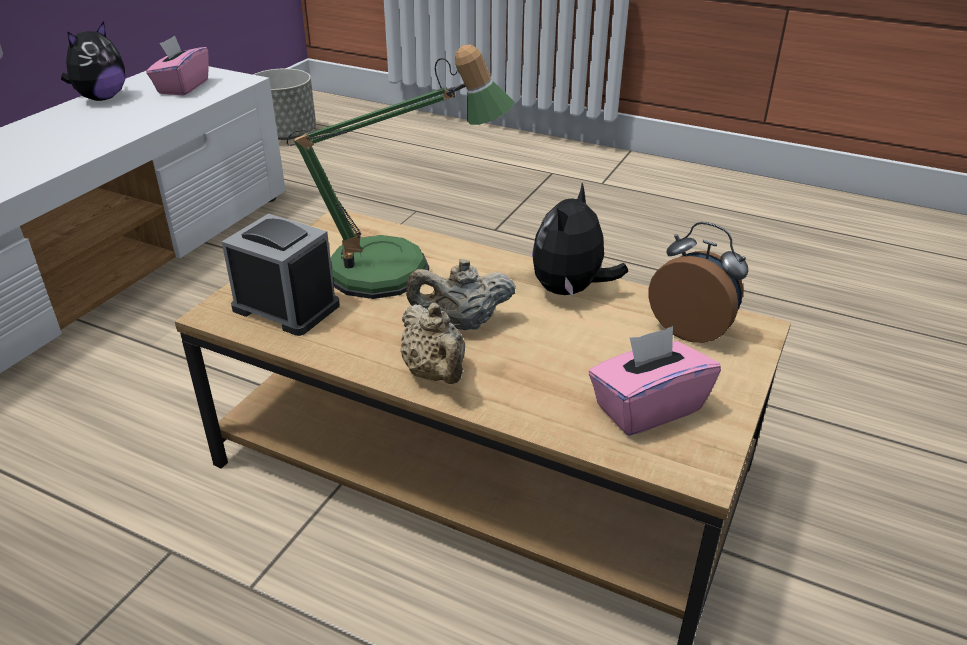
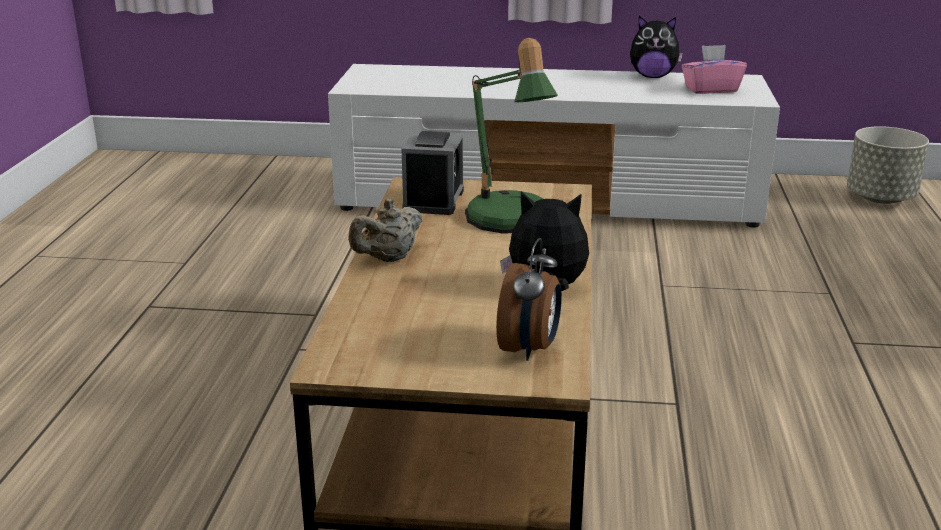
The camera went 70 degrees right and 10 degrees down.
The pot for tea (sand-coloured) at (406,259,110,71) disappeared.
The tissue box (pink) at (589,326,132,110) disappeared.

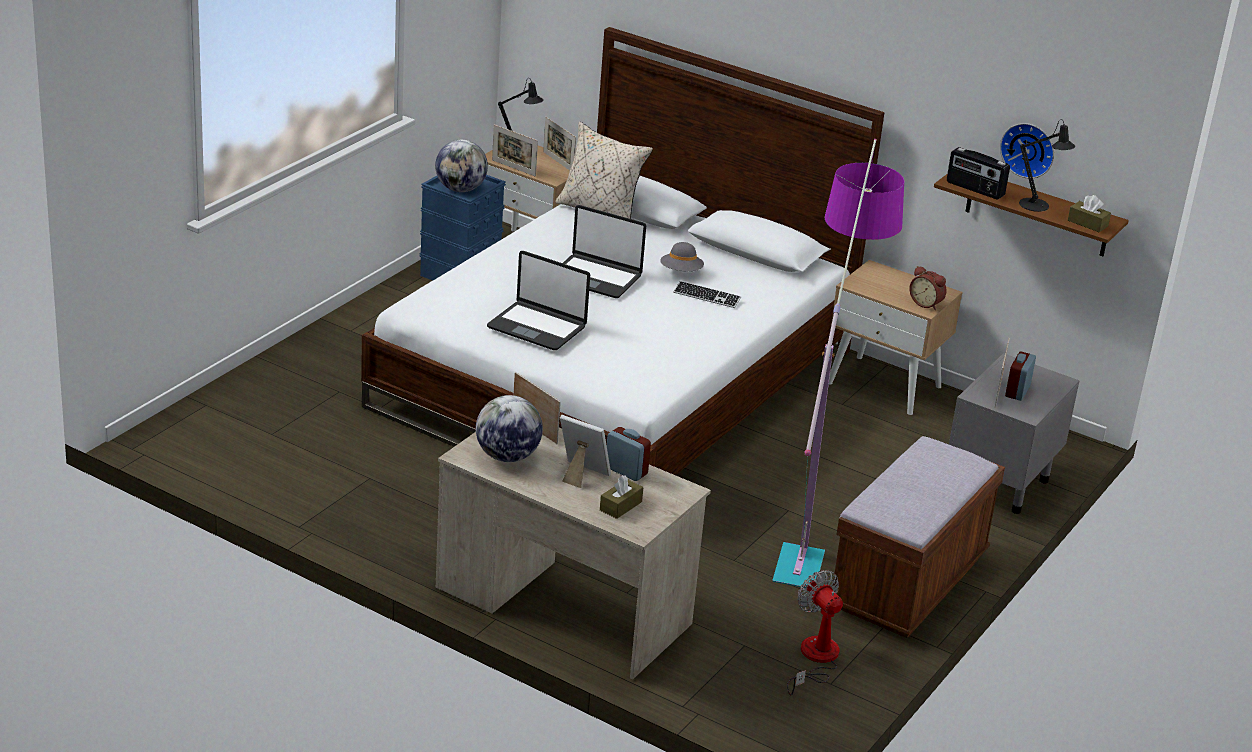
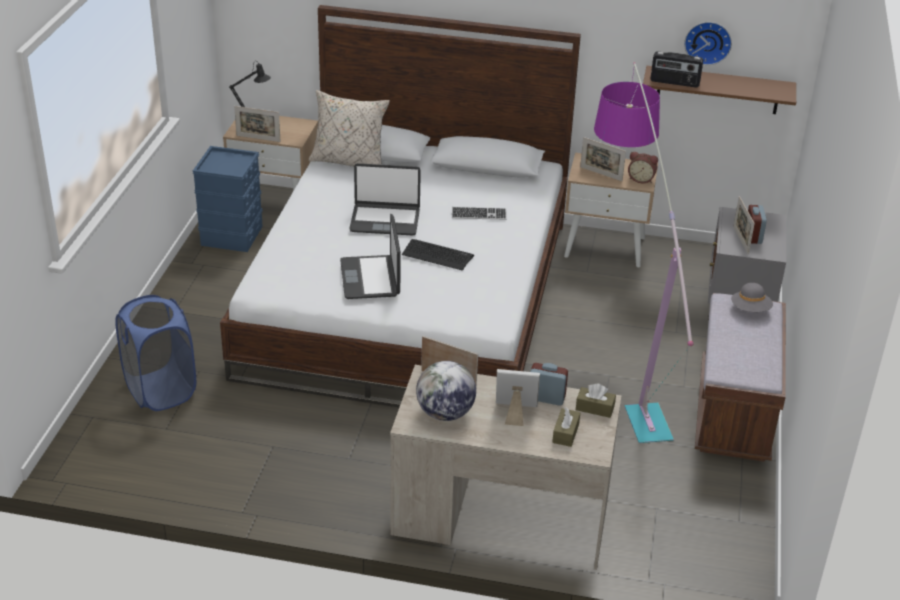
The camera went 20 degrees left and 5 degrees up.
The globe at (435,140,53,52) disappeared.
The fan at (787,570,56,125) disappeared.
The lamp for a table (blackish) at (1019,119,57,93) disappeared.
The laundry basket (blue) at (115,295,81,116) appeared.
The computer keyboard at (402,239,72,31) appeared.
The standing frame moved from (543,117,33,53) to (580,137,46,44).
The wearable hat (gray) moved from (660,242,44,29) to (731,283,42,29).
The tissue box (brownish) moved from (1068,195,43,37) to (576,384,40,34).
The laptop at (487,251,103,99) turned 75 degrees clockwise.

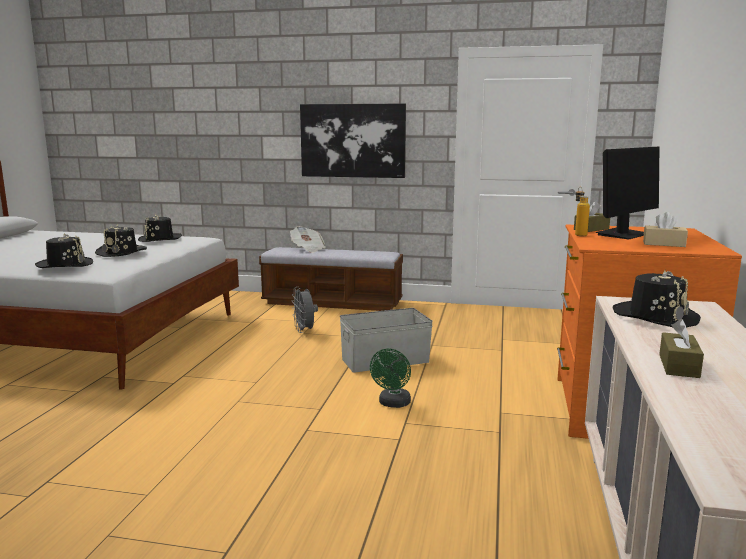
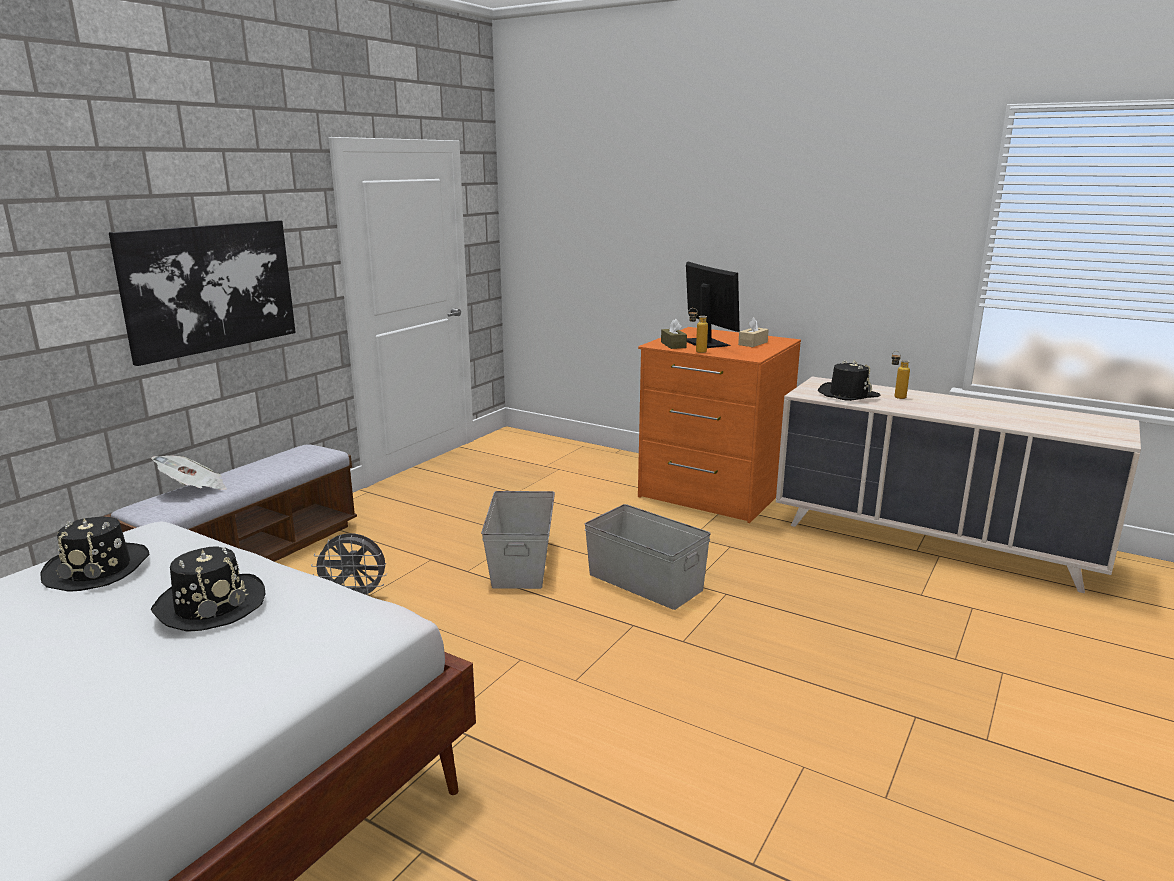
The camera went 70 degrees left and 5 degrees up.
The wearable hat (blackish) at (35,233,58,35) disappeared.
The tissue box (brownish) at (659,319,45,59) disappeared.
The beverage bottle at (892,351,18,48) appeared.
The fan (green) at (370,349,41,59) was replaced by the storage box (gray) at (585,504,126,106).

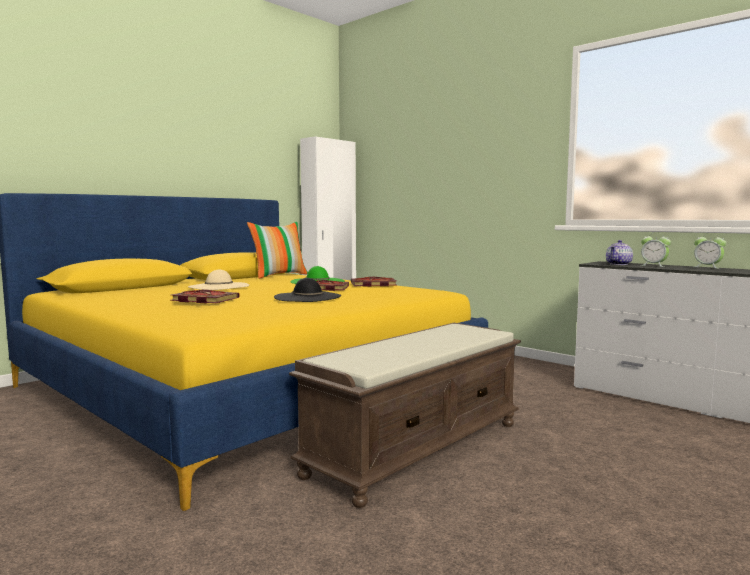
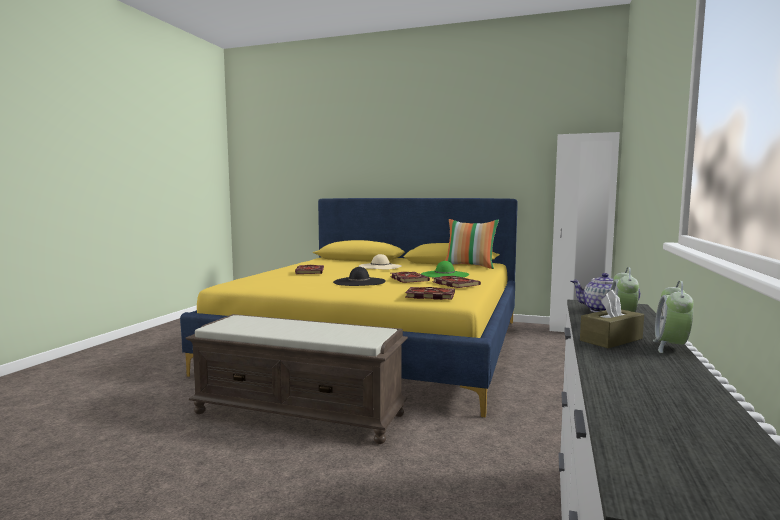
The camera went 65 degrees right and 0 degrees up.
The bound book at (405,287,50,13) appeared.
The tissue box (brownish) at (580,290,64,58) appeared.

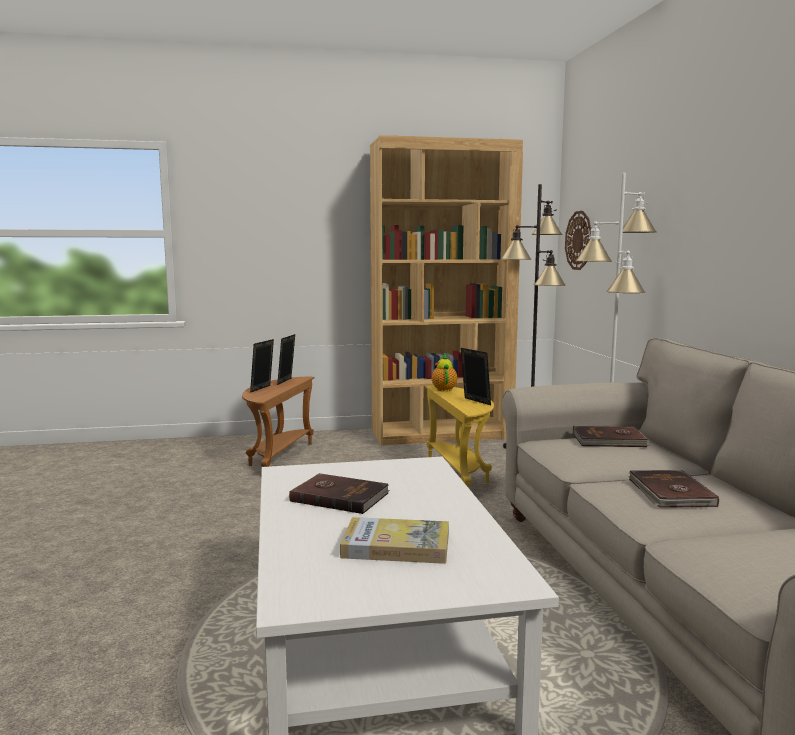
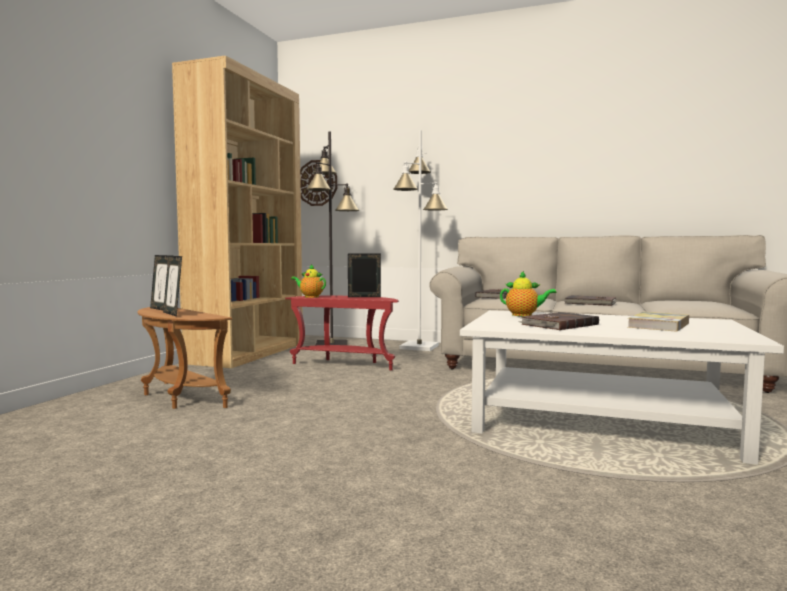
The camera went 60 degrees left and 5 degrees down.
The pot for tea at (500,271,56,45) appeared.
The accent table (yellow) at (425,385,69,103) became the accent table (reddish) at (285,296,114,74).

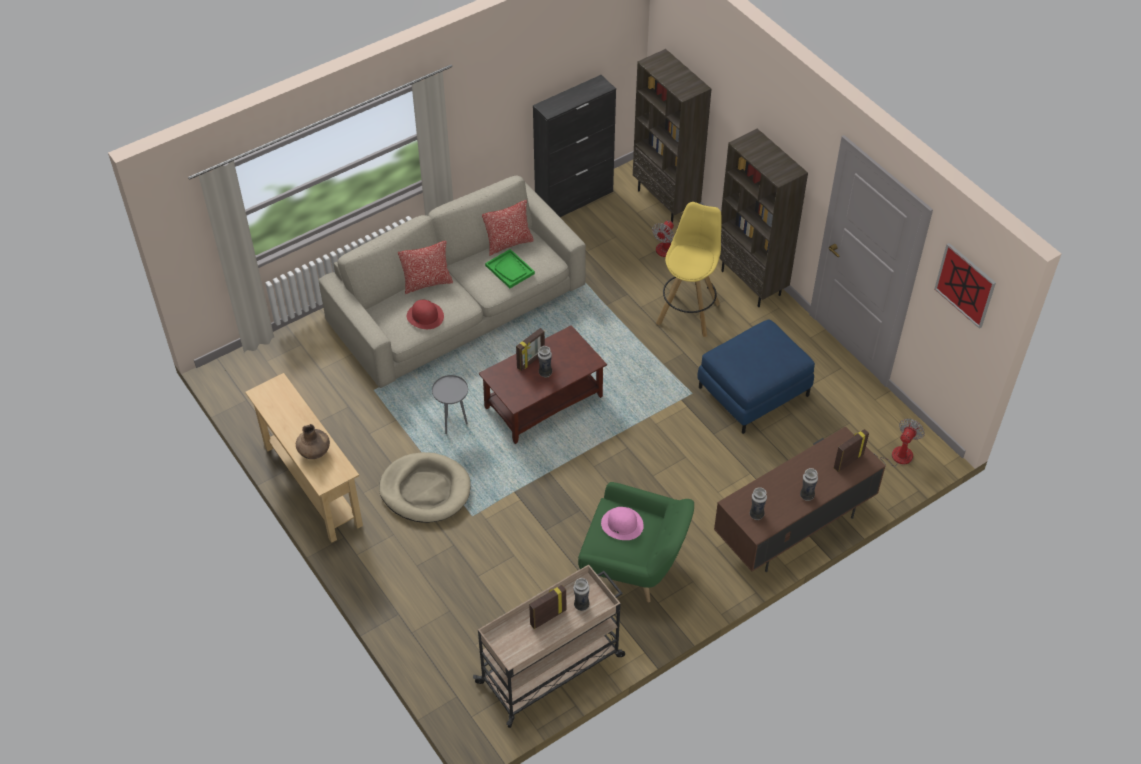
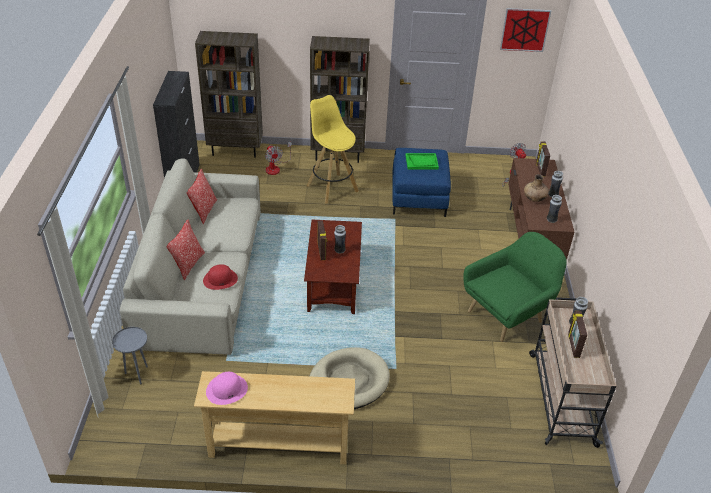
The camera went 55 degrees left and 10 degrees down.
The decorative vase (brownish) moved from (296,424,34,35) to (524,174,25,28).
The accent table (gray) moved from (432,375,36,59) to (112,327,36,57).
The serving tray (green) moved from (485,249,50,39) to (405,153,34,17).
The wearable hat (pink) moved from (601,507,43,33) to (206,372,42,33).

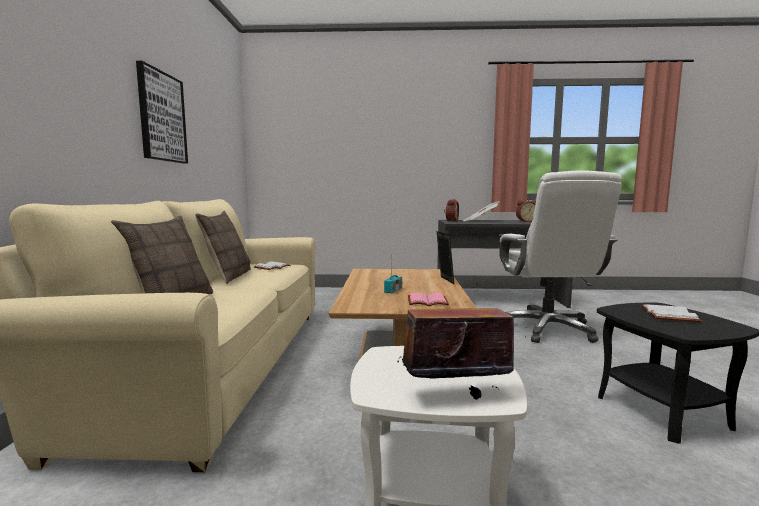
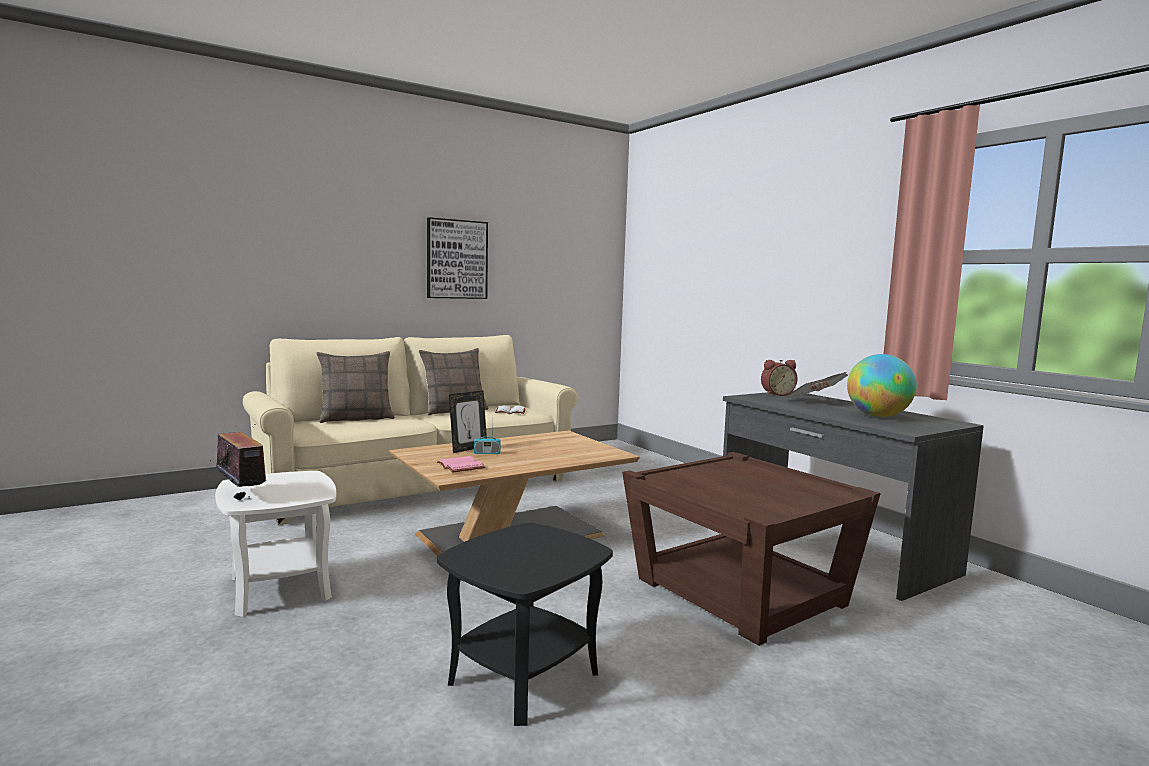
The camera went 55 degrees right and 0 degrees up.
The bound book (whitish) at (640,304,61,18) disappeared.
The standing frame moved from (437,231,17,53) to (449,390,38,63).
The desk chair (whitish) at (499,170,123,173) was replaced by the accent table (brownish) at (622,452,259,194).
The table clock at (516,199,20,23) was replaced by the globe at (847,354,70,63).

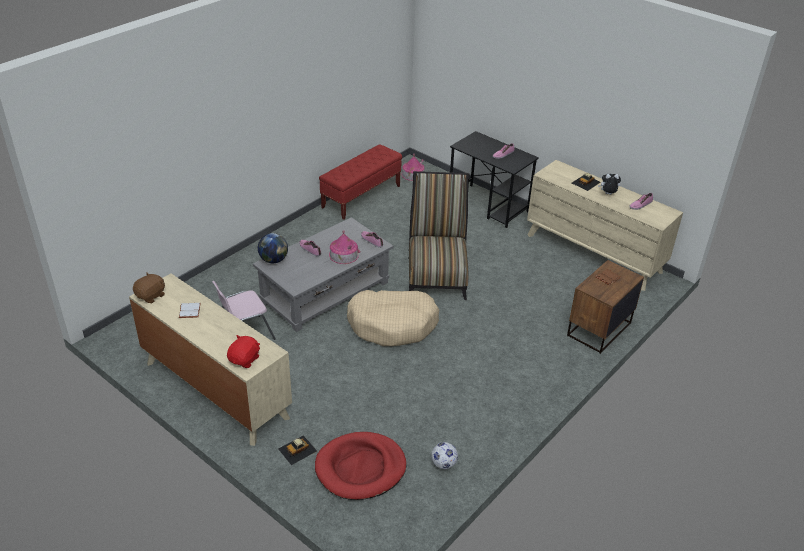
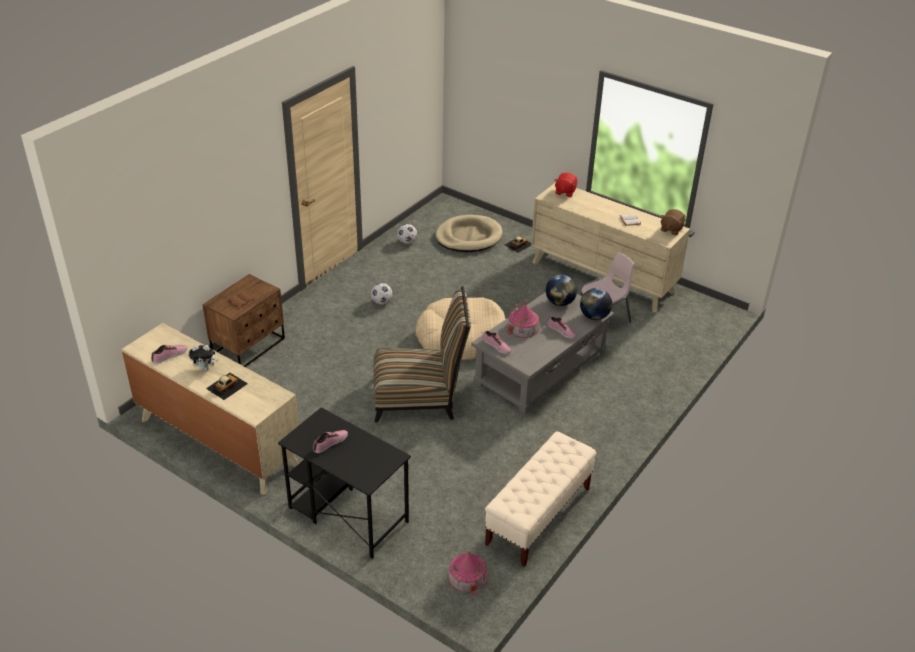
The camera went 175 degrees right and 0 degrees up.
The football ball at (371,283,21,22) appeared.
The globe at (546,274,31,32) appeared.
The dog cushion (reddish) at (315,432,92,68) became the dog cushion (sand-coloured) at (435,215,68,37).
The long seat (reddish) at (319,144,83,76) became the long seat (sand-coloured) at (485,431,111,136).
The chair at (408,171,61,129) turned 90 degrees counterclockwise.

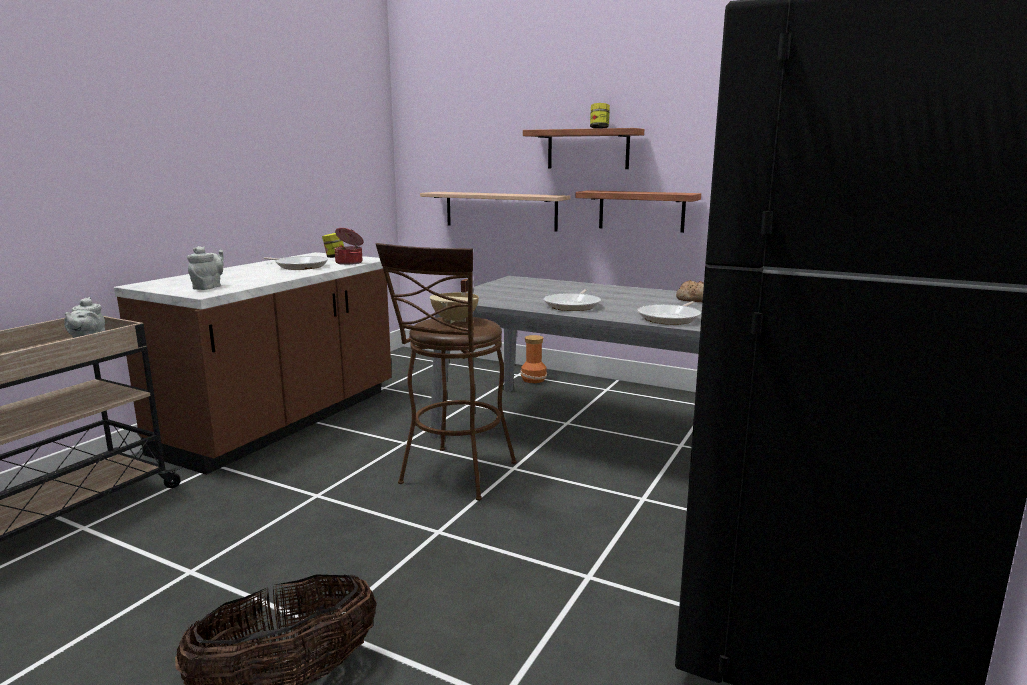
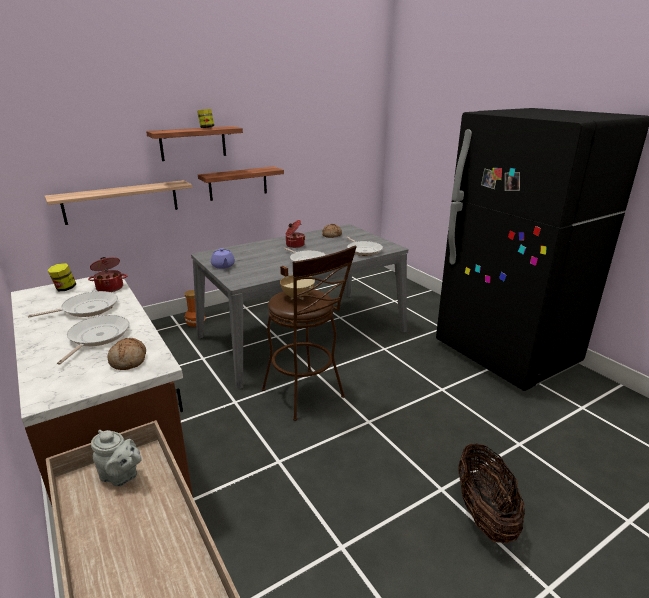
The camera went 60 degrees left and 10 degrees up.
The skillet at (57,315,72,50) appeared.
The pot for tea (purple-coloured) at (211,248,24,21) appeared.
The saucepot at (286,220,19,28) appeared.
The pot for tea (gray) at (187,246,37,44) was replaced by the baked bread at (108,338,38,32).

